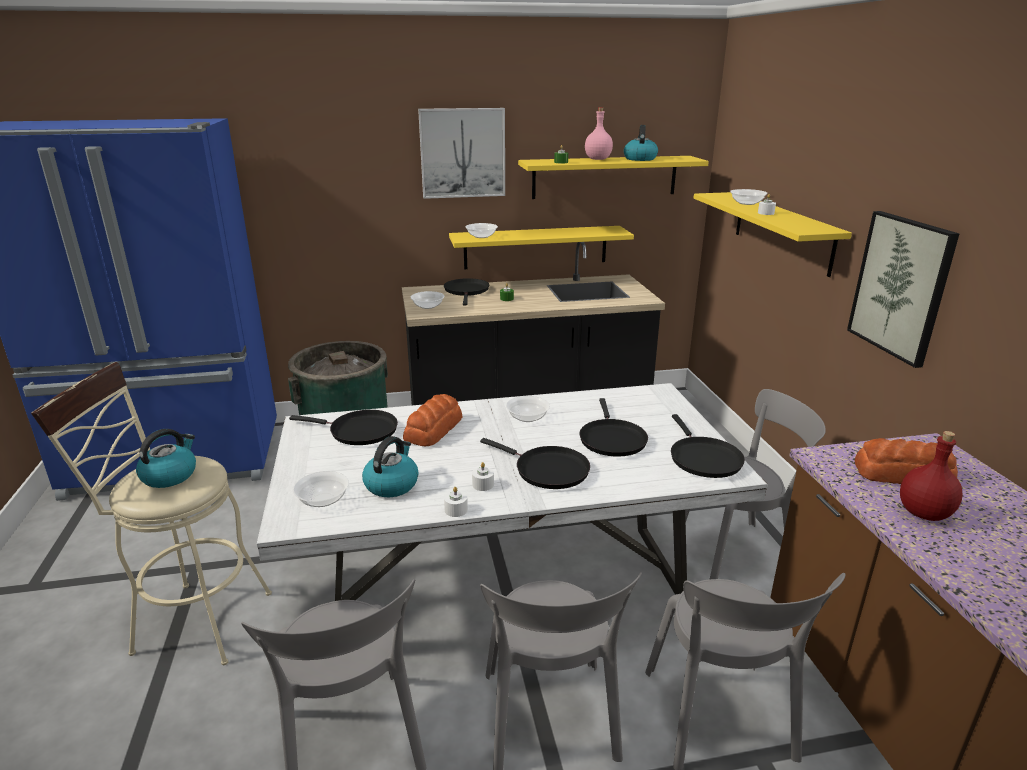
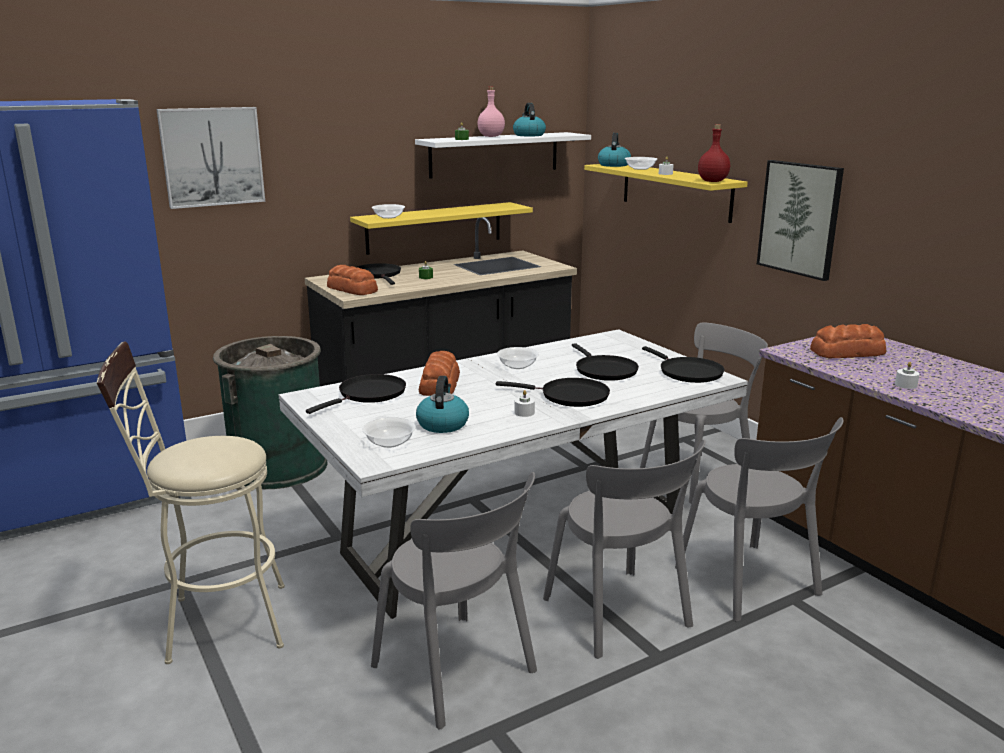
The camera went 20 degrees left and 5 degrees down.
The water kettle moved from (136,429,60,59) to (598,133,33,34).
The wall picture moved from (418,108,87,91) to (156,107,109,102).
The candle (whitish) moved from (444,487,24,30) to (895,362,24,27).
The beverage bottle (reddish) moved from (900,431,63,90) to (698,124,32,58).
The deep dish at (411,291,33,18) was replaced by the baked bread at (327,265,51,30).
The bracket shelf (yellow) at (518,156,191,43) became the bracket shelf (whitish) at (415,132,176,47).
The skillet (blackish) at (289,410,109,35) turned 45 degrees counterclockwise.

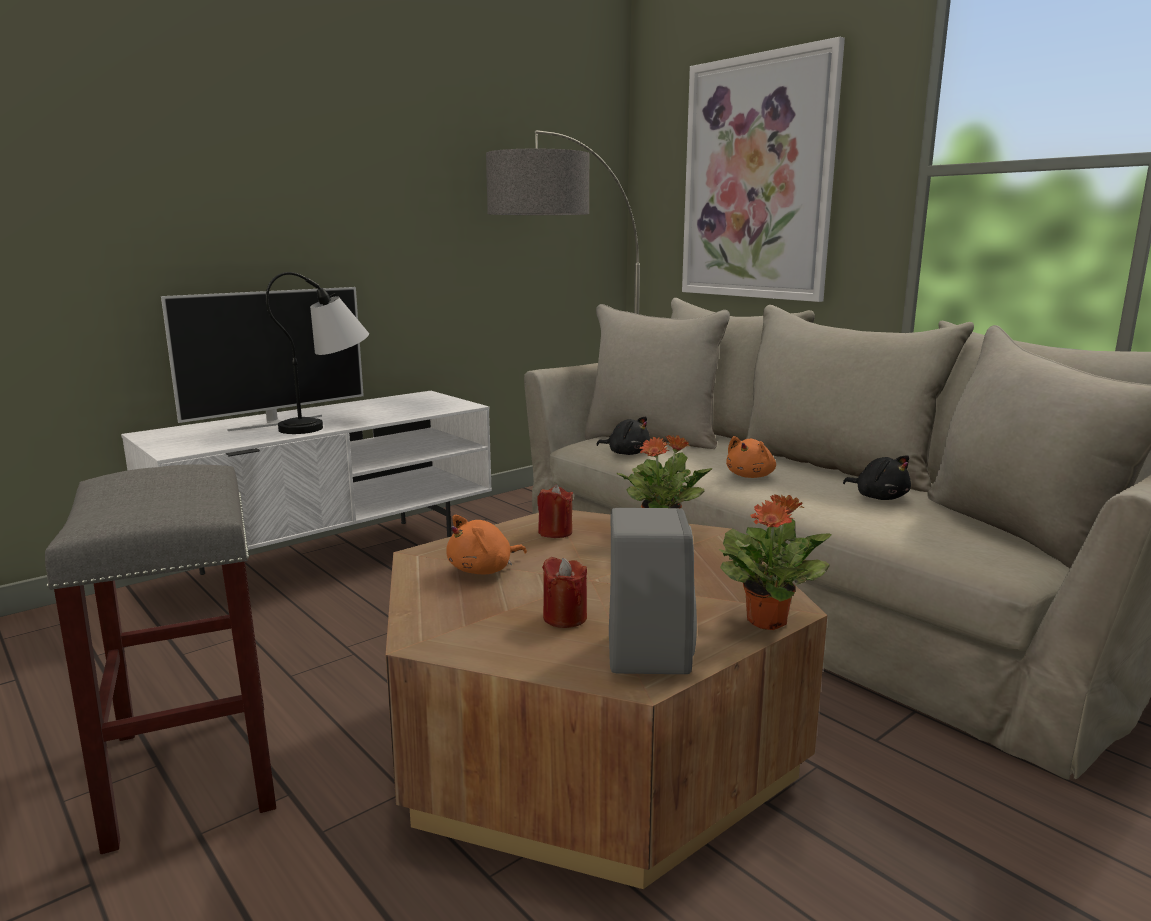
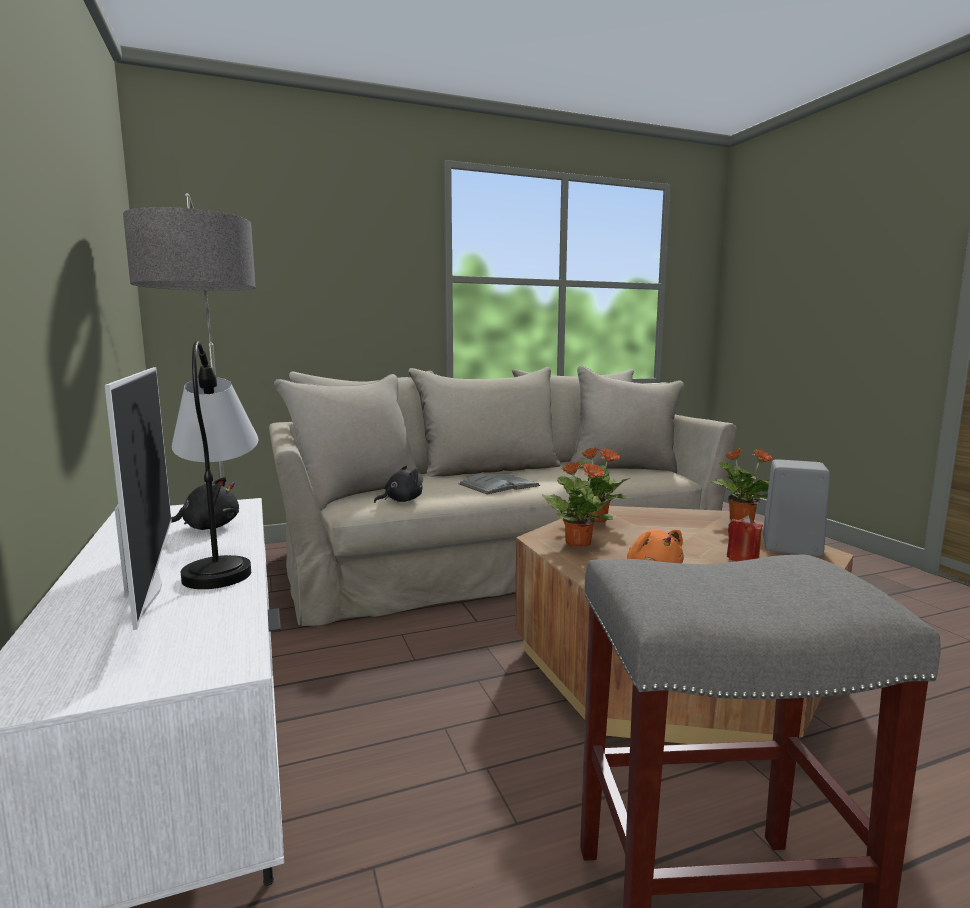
The camera went 70 degrees left and 5 degrees down.
The wall picture at (682,37,163,265) disappeared.
The soft toy (blackish) moved from (843,456,68,44) to (171,477,68,53).
The candle (reddish) at (537,485,36,53) was replaced by the plant in a pot at (542,462,76,85).
The soft toy (orange-coloured) at (726,436,50,42) was replaced by the bound book (gray) at (459,473,82,21).

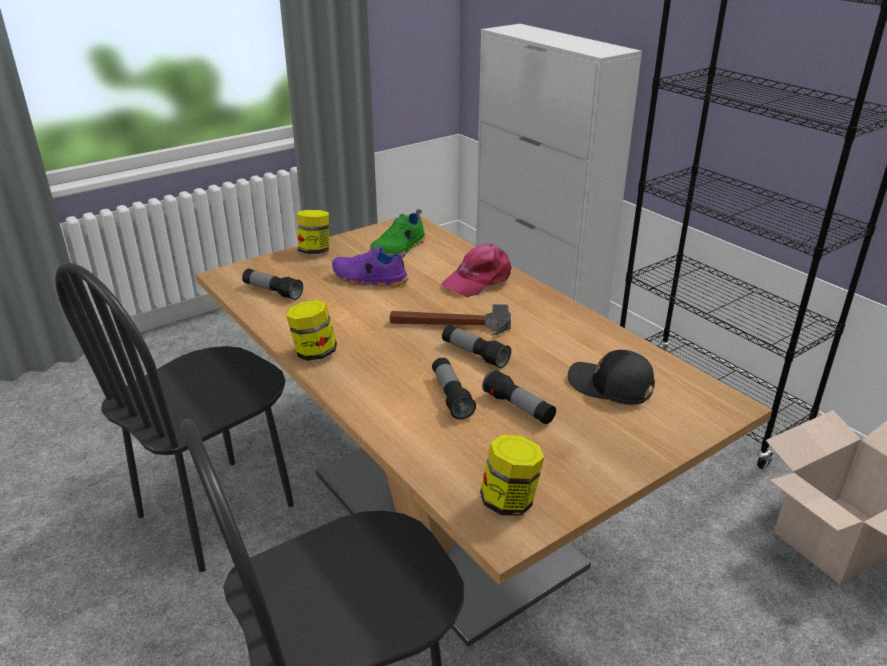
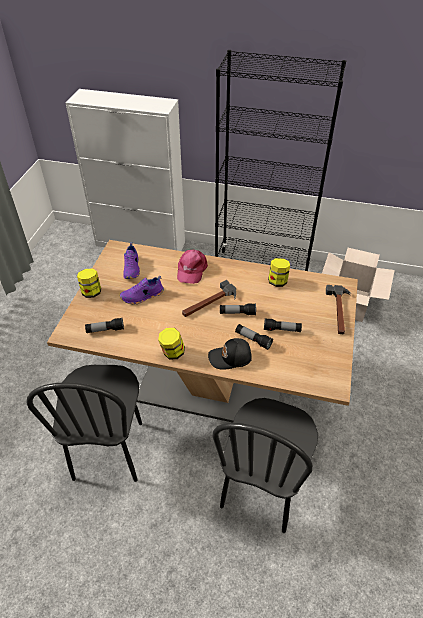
The camera went 40 degrees left and 15 degrees up.
The hand hammer at (326,285,25,49) appeared.
The storage jar moved from (480,435,64,81) to (268,258,22,29).
The peaked cap (blackish) moved from (568,350,87,55) to (208,338,44,32).
The item of footwear (green) at (370,209,55,47) became the item of footwear (purple-coloured) at (123,243,17,36).

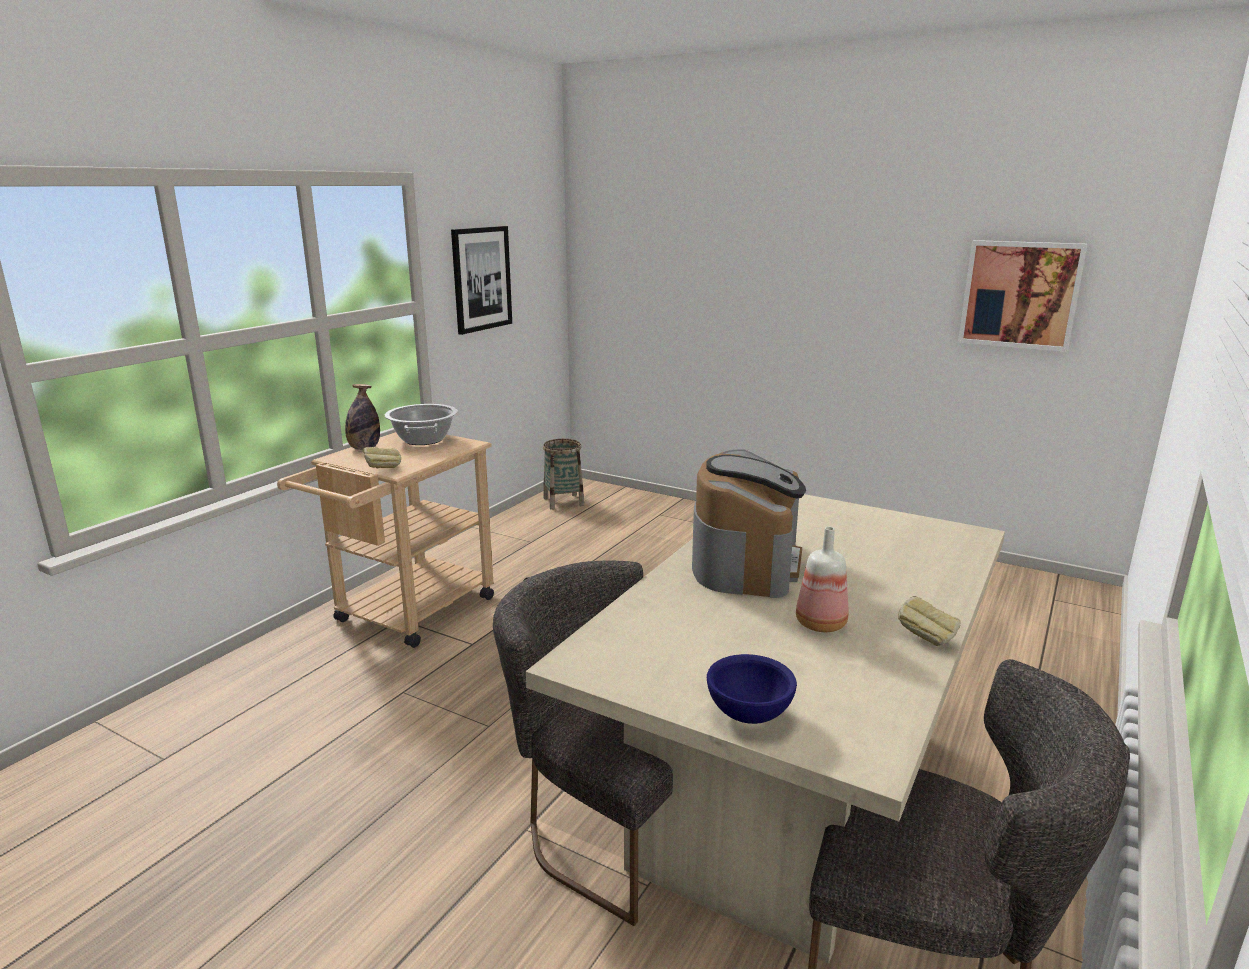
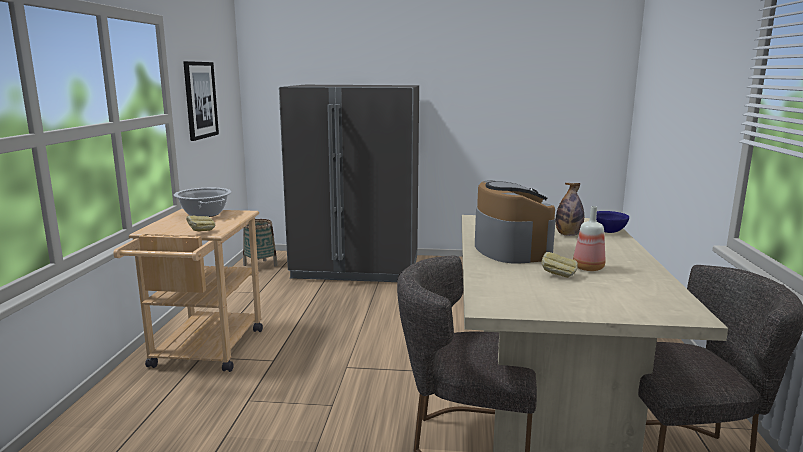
The camera went 25 degrees left and 5 degrees down.
The wall picture at (958,240,129,112) disappeared.
The kitchen fridge (gray) at (279,85,140,197) appeared.
The beverage bottle moved from (345,384,35,66) to (556,183,28,53).
The deep dish (blue) moved from (707,654,90,70) to (596,211,33,22).
The baked bread moved from (898,596,63,50) to (542,252,36,26).

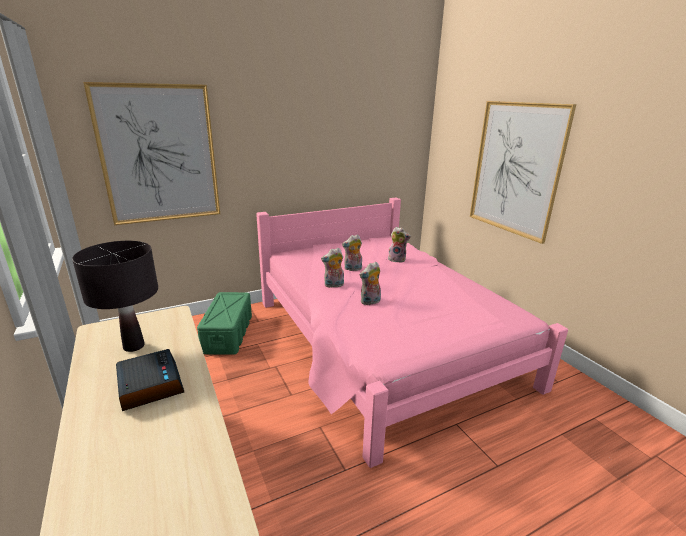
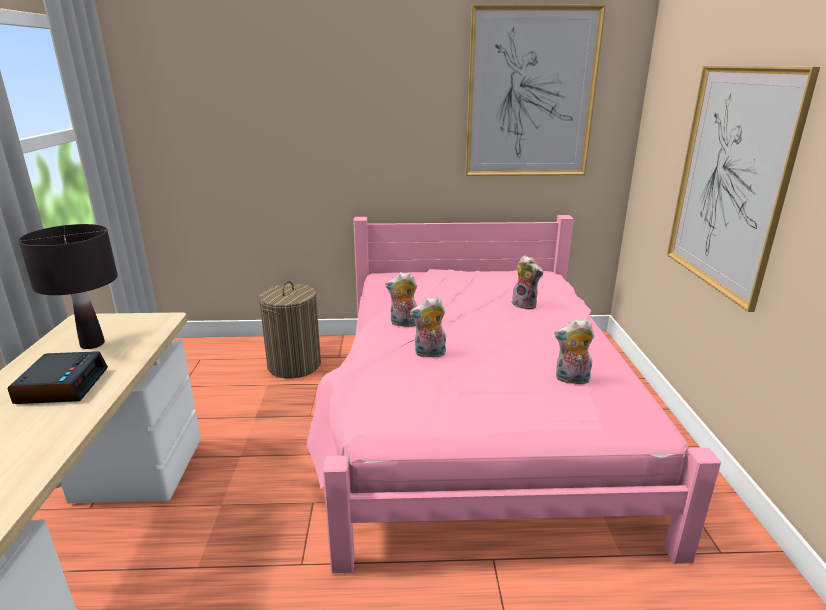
The camera went 25 degrees right and 0 degrees up.
The wall picture moved from (83,82,137,143) to (465,4,141,172).
The soft toy moved from (342,234,20,37) to (554,319,40,65).
The storage box (green) at (197,292,55,63) was replaced by the laundry basket at (259,281,62,97).

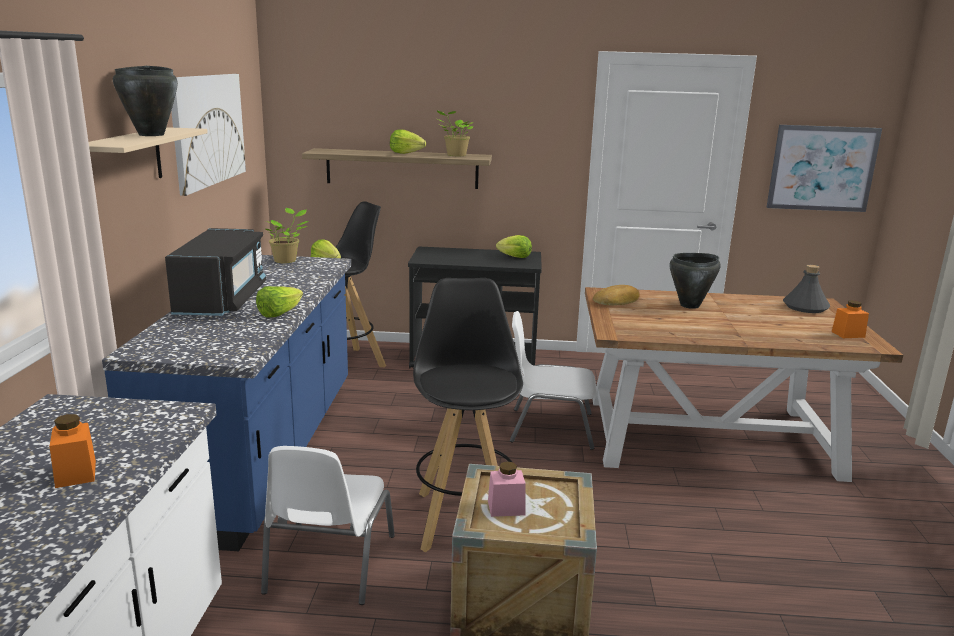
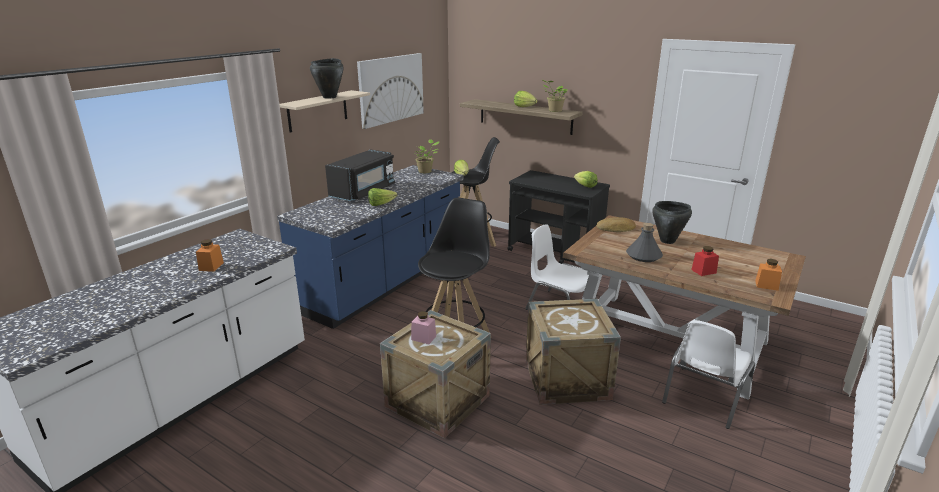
The camera went 30 degrees right and 5 degrees up.
The wall picture at (766,125,116,87) disappeared.
The packing crate at (526,299,95,106) appeared.
The storage jar (reddish) at (691,246,28,30) appeared.
The chair (whitish) moved from (261,446,134,159) to (662,320,93,109).
The beverage bottle (gray) moved from (783,265,47,48) to (626,223,37,39).

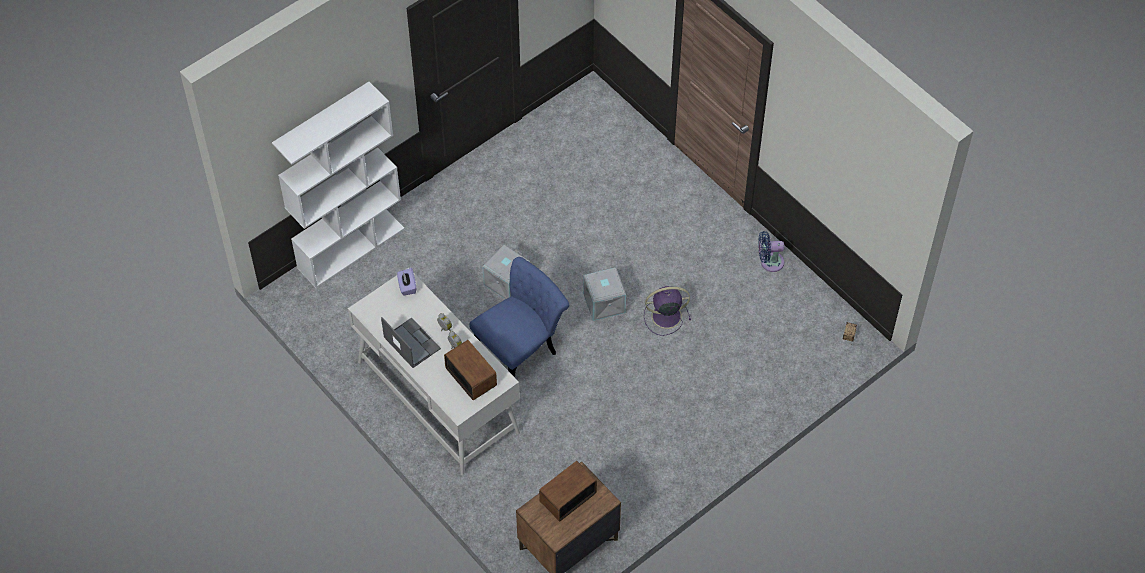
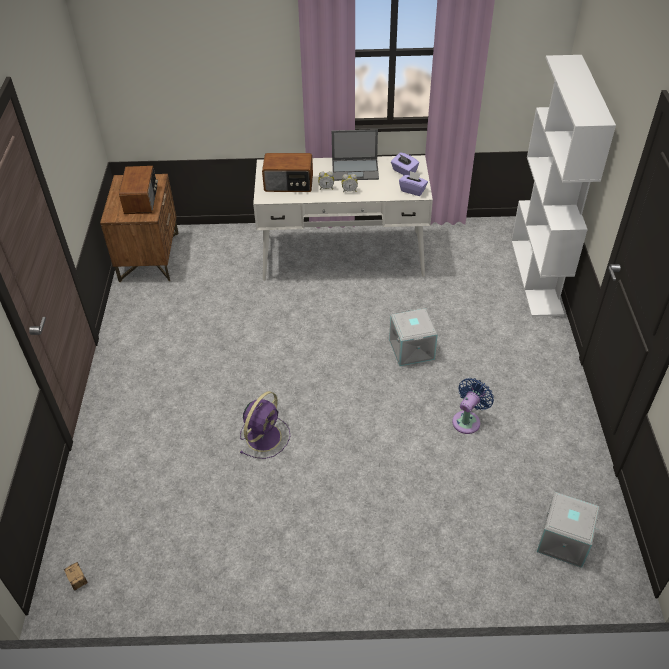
The camera went 130 degrees right and 10 degrees down.
The chair (blue) at (469,257,100,120) disappeared.
The tissue box (purple-coloured) at (391,152,28,23) appeared.
The storage box (gray) moved from (583,267,43,54) to (537,492,64,76).
The fan (blue) moved from (758,231,27,41) to (452,378,42,56).

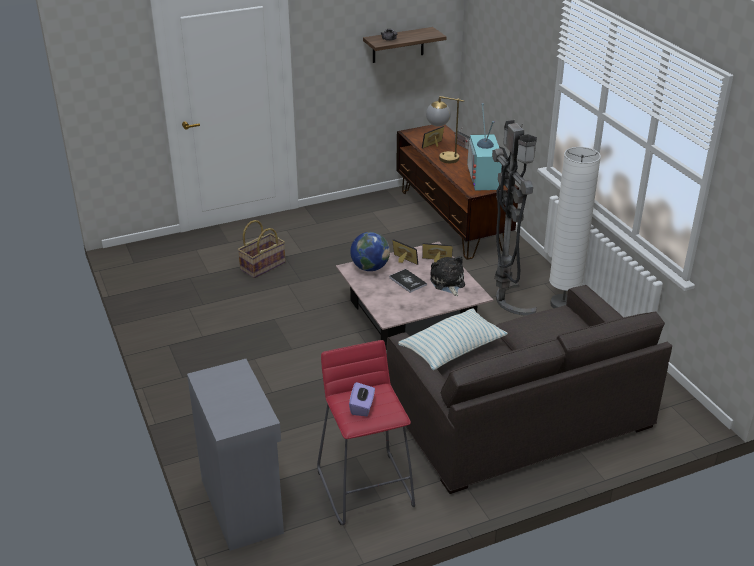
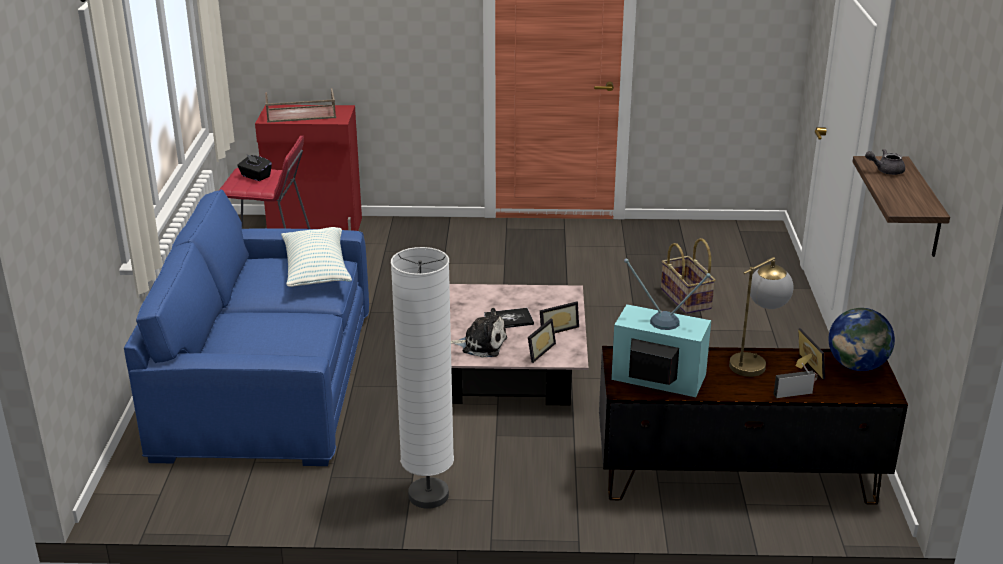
The camera went 115 degrees right and 5 degrees down.
The floor lamp (gray) at (492,120,45,195) disappeared.
The serving tray (brownish) at (265,88,71,35) appeared.
The globe moved from (350,232,40,39) to (829,308,66,63).
The cupboard (gray) at (187,359,97,192) became the cupboard (reddish) at (255,105,107,126).
The tissue box (purple-coloured) at (349,382,26,34) became the tissue box (blackish) at (237,154,35,27).
The couch (gray) at (387,285,285,209) became the couch (blue) at (124,189,245,277).

